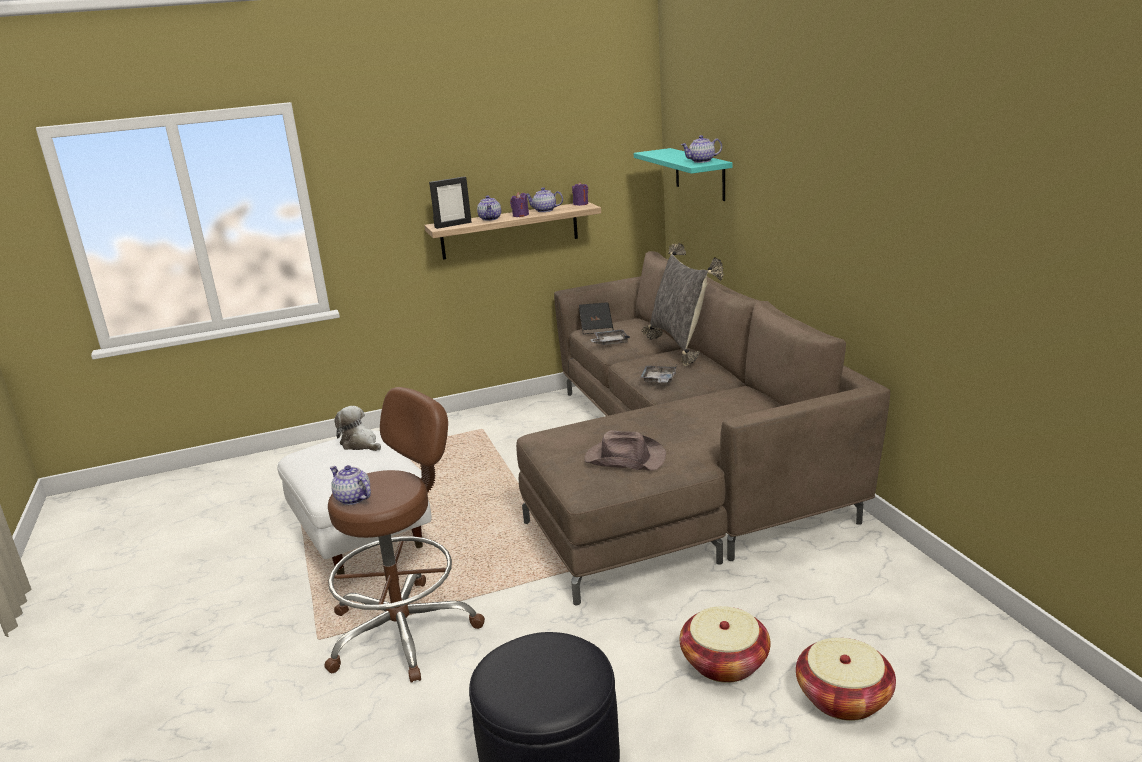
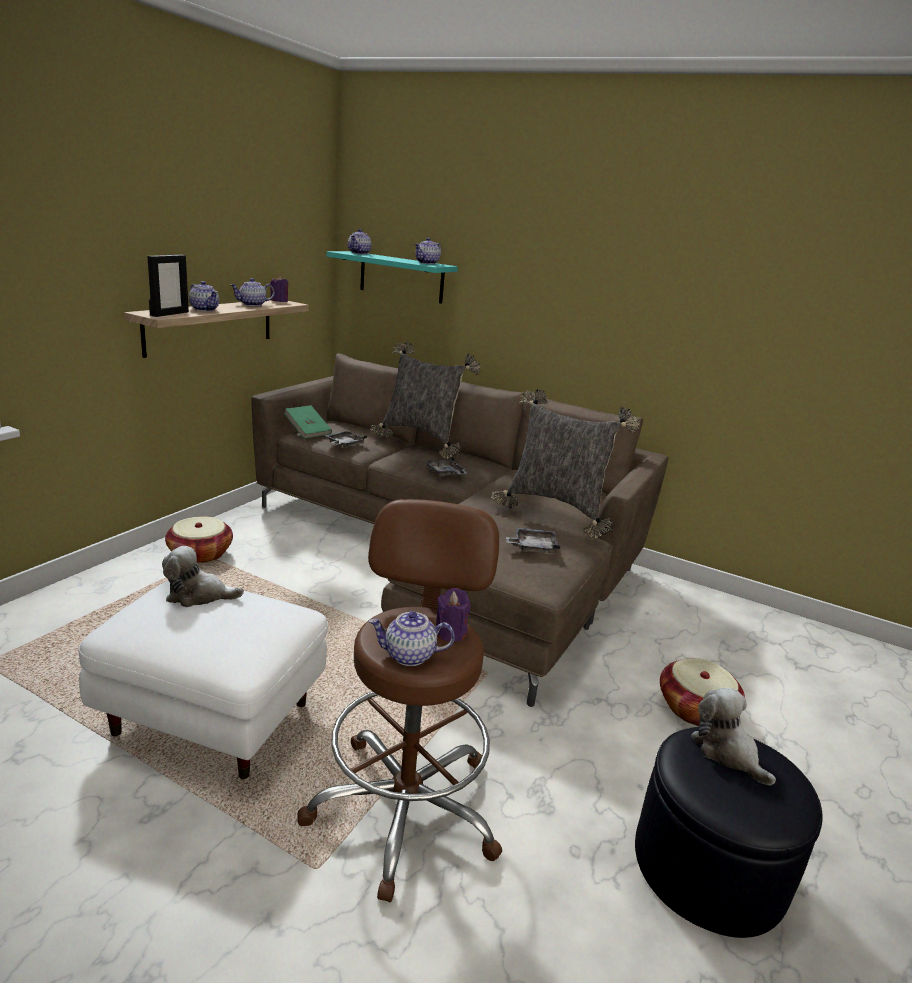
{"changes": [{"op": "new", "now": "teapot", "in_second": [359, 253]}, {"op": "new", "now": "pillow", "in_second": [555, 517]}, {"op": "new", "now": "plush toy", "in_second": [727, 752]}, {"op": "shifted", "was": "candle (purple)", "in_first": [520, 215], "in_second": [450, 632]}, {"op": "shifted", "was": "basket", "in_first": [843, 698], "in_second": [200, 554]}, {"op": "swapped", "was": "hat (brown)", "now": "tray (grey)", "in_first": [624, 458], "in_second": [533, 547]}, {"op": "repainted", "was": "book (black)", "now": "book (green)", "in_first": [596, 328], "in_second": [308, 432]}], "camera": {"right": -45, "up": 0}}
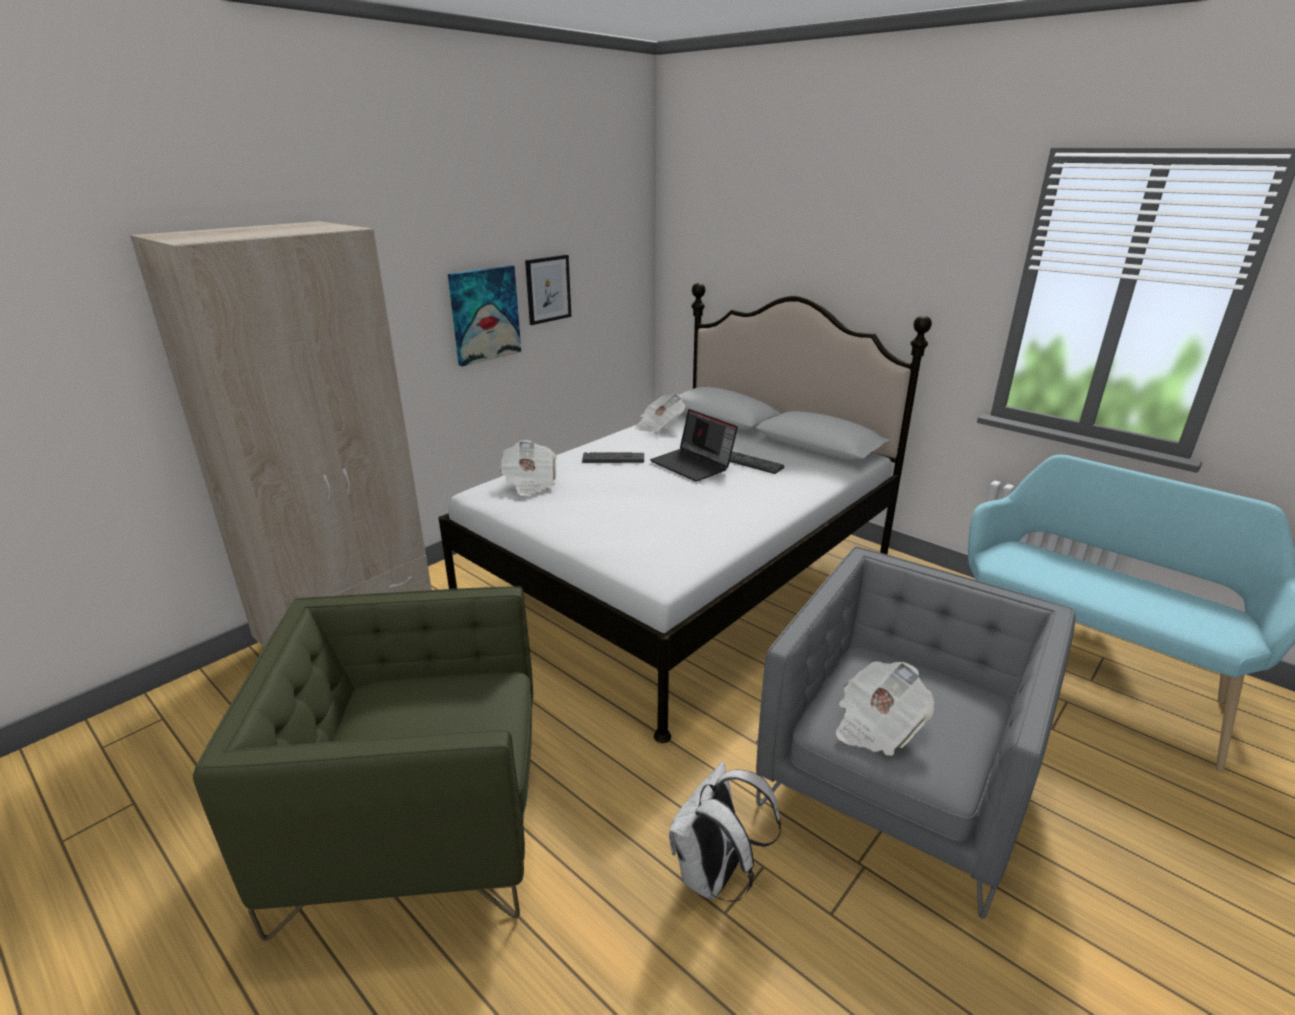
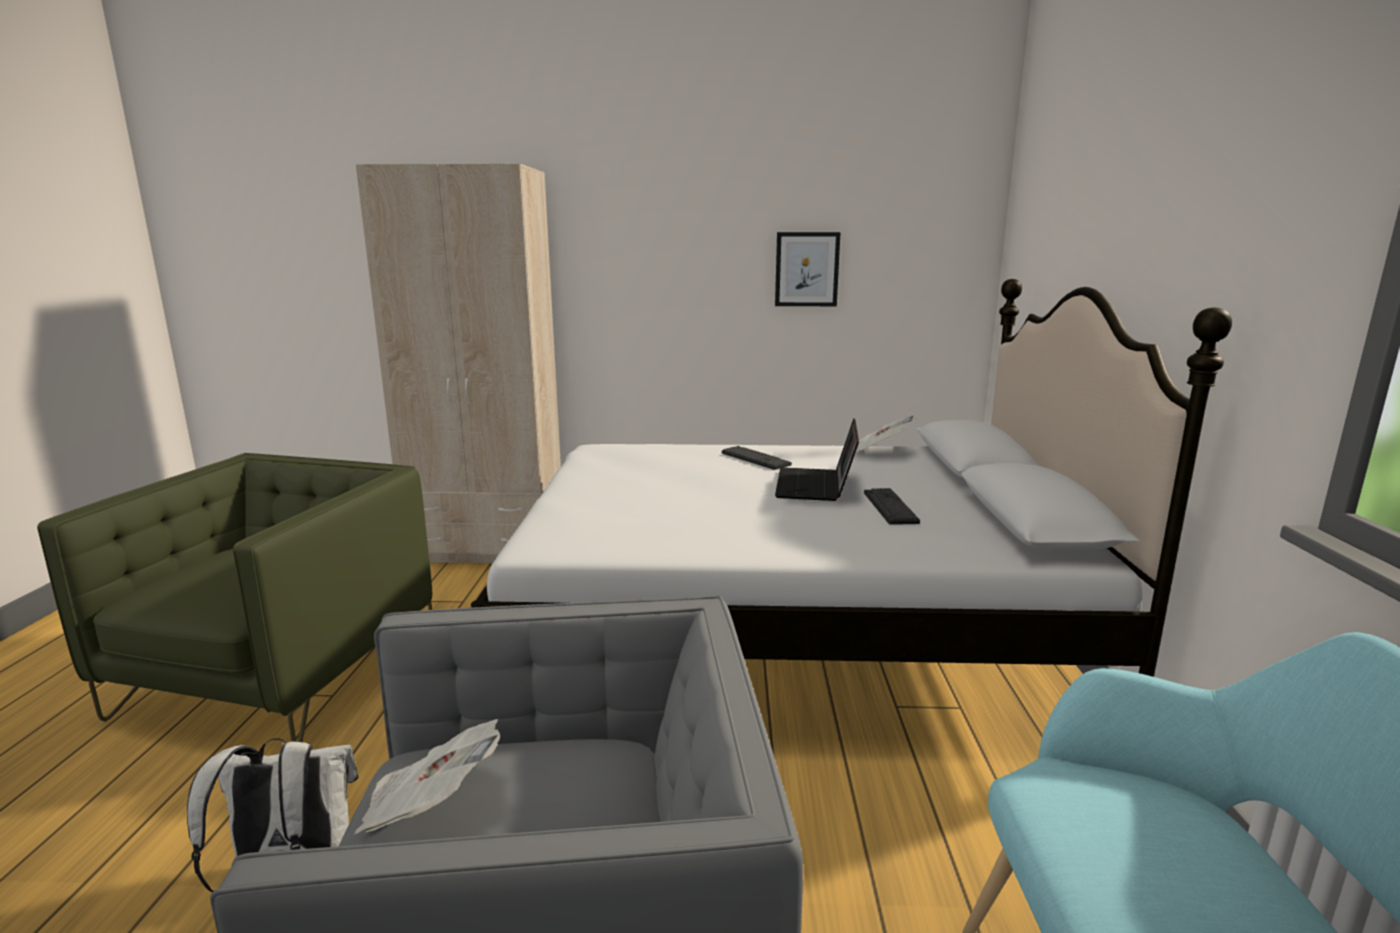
{"changes": [{"op": "gone", "was": "picture", "in_first": [484, 314]}, {"op": "gone", "was": "newspaper", "in_first": [530, 483]}, {"op": "rotated", "was": "armchair (green)", "in_first": [418, 825], "in_second": [282, 678], "clockwise": 60}], "camera": {"right": 50, "up": -10}}
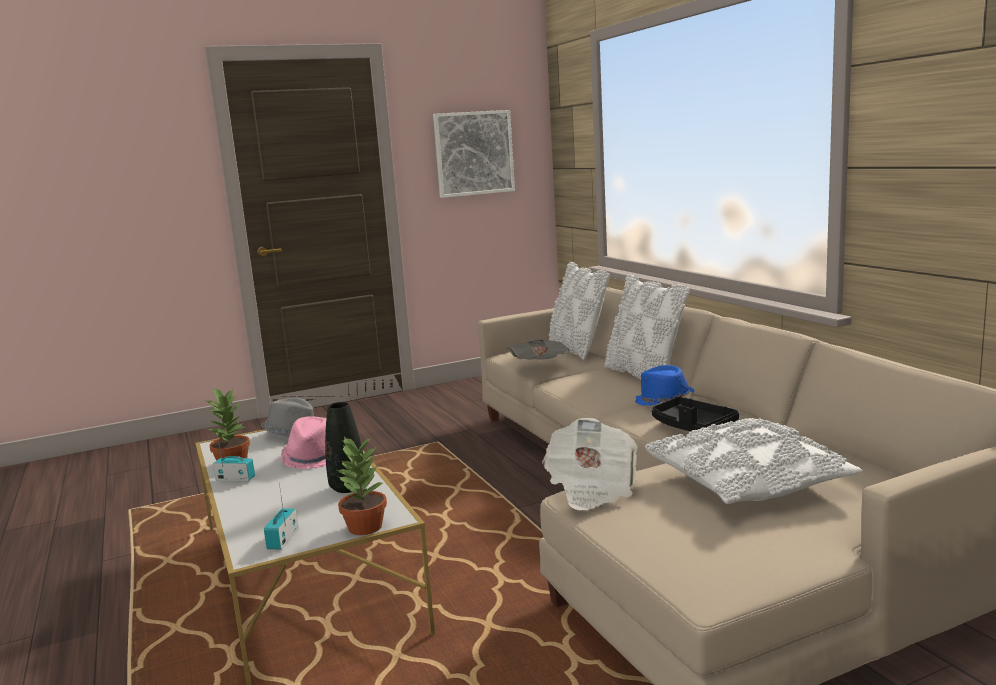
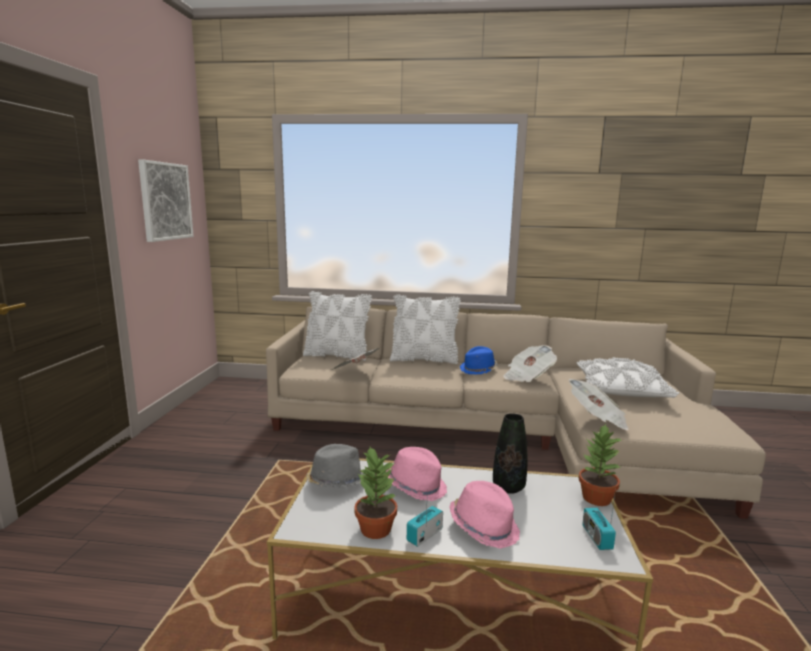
{"changes": [{"op": "new", "now": "hat (pink)", "in_second": [484, 527]}, {"op": "swapped", "was": "tray (black)", "now": "newspaper", "in_first": [692, 426], "in_second": [527, 376]}, {"op": "rotated", "was": "radio", "in_first": [283, 540], "in_second": [597, 537], "clockwise": 45}], "camera": {"right": -60, "up": 0}}
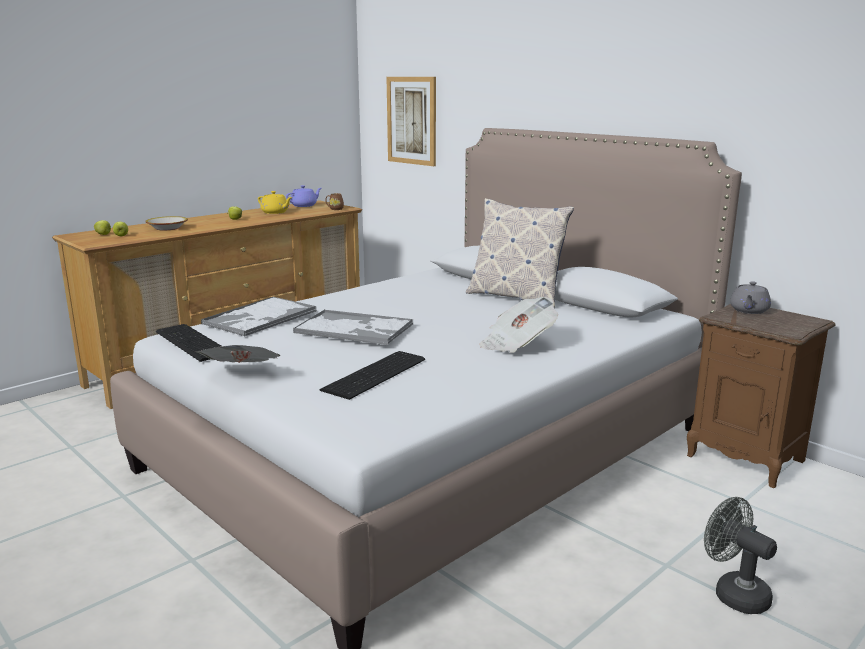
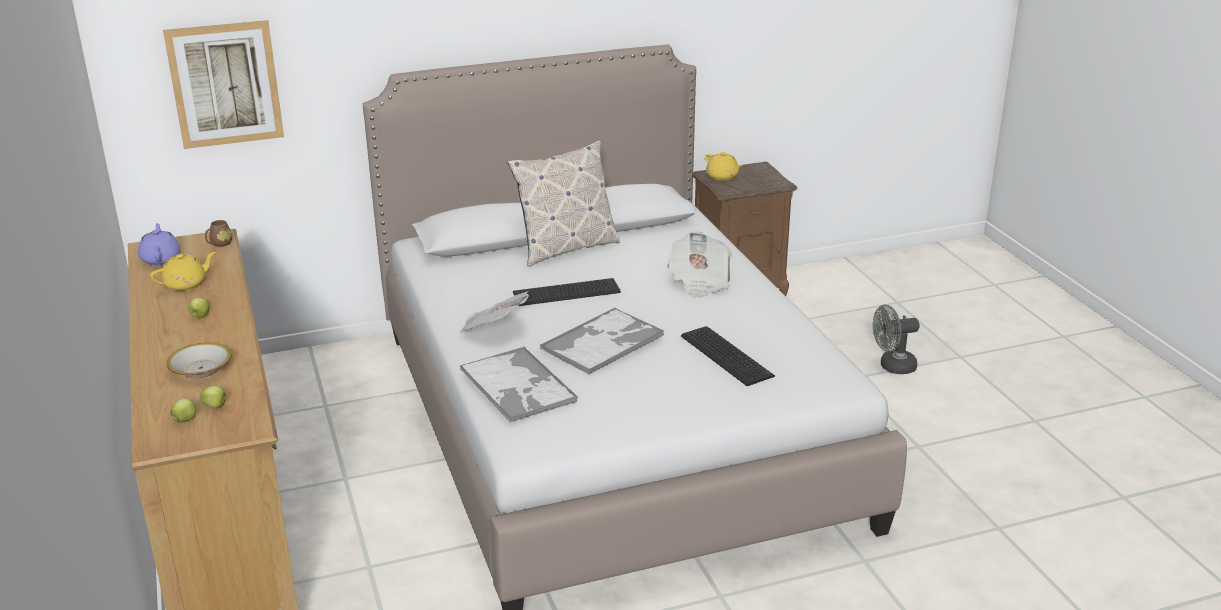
{"changes": [{"op": "shifted", "was": "keyboard", "in_first": [191, 343], "in_second": [568, 293]}, {"op": "shifted", "was": "newspaper", "in_first": [242, 376], "in_second": [494, 328]}, {"op": "repainted", "was": "teapot (grey)", "now": "teapot (yellow)", "in_first": [749, 311], "in_second": [722, 177]}], "camera": {"right": -65, "up": 10}}
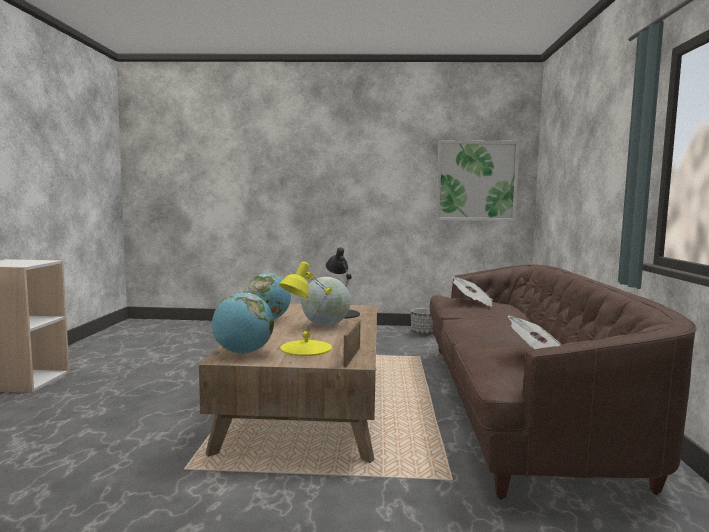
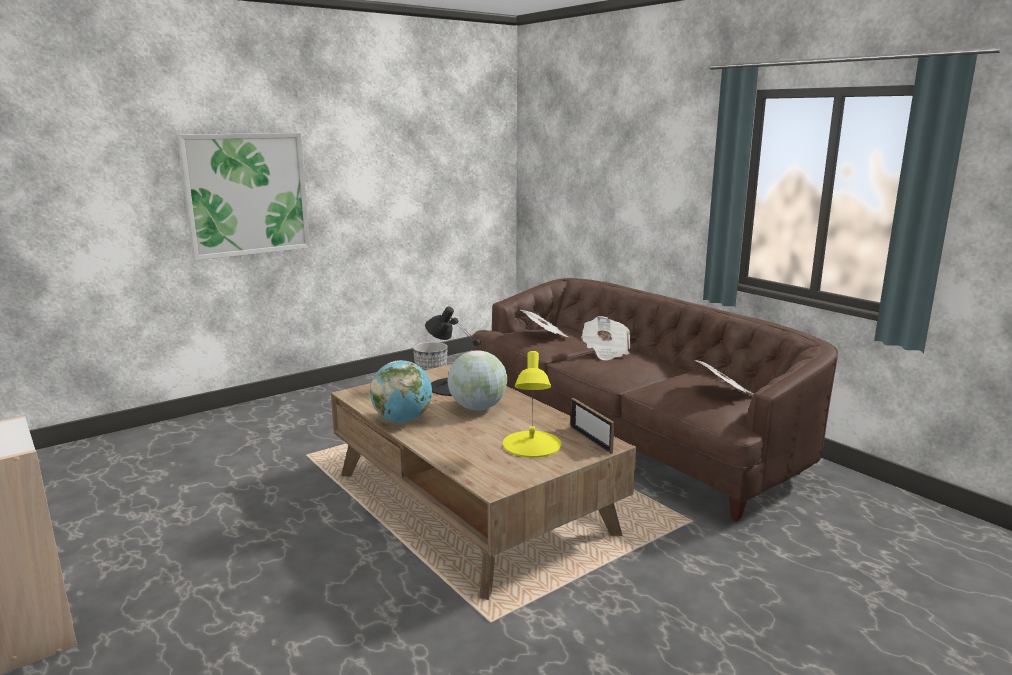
{"changes": [{"op": "gone", "was": "globe", "in_first": [243, 353]}, {"op": "new", "now": "newspaper", "in_second": [605, 352]}, {"op": "shifted", "was": "picture", "in_first": [476, 181], "in_second": [247, 194]}], "camera": {"right": -40, "up": 10}}
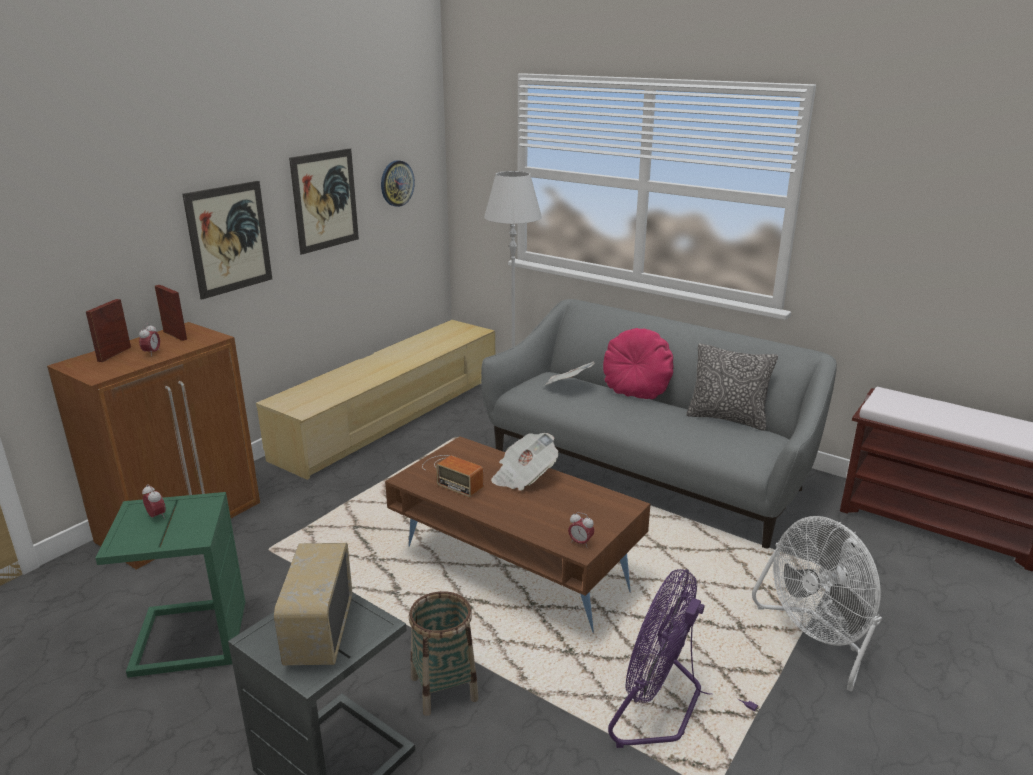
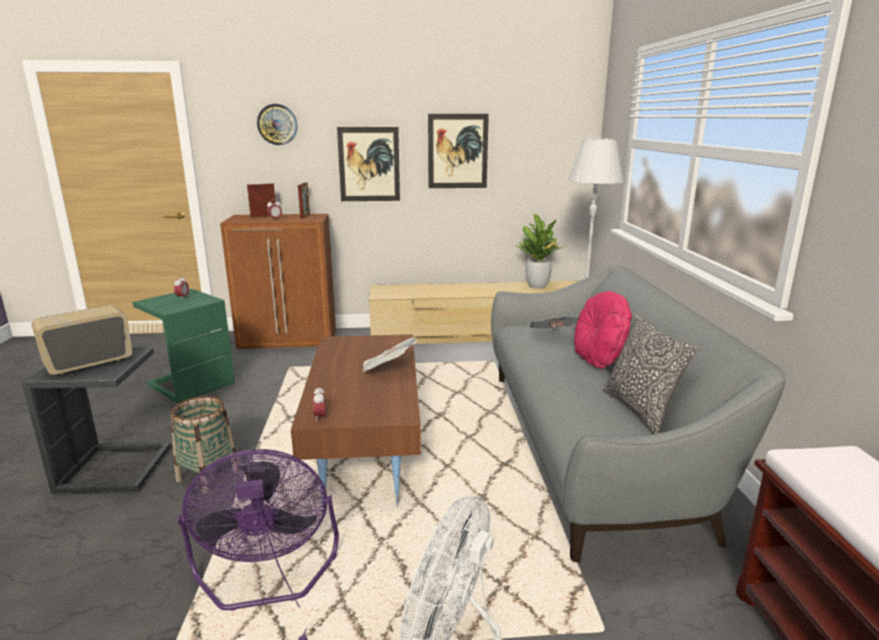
{"changes": [{"op": "gone", "was": "radio", "in_first": [452, 474]}, {"op": "new", "now": "potted plant", "in_second": [537, 286]}, {"op": "shifted", "was": "wall clock", "in_first": [396, 183], "in_second": [277, 124]}], "camera": {"right": 50, "up": -5}}
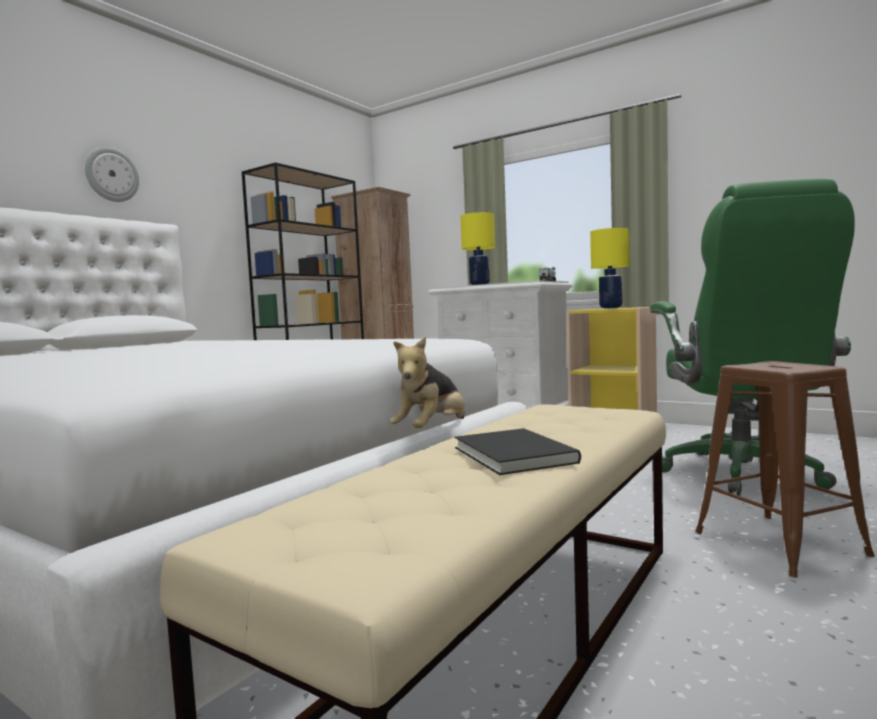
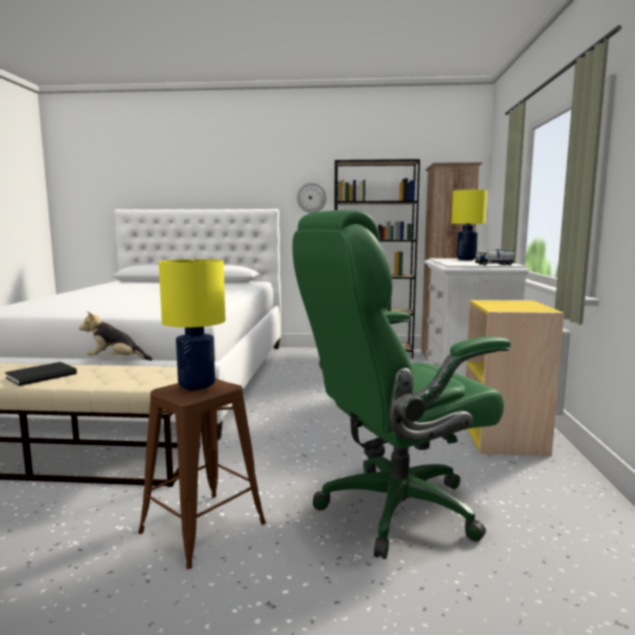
{"changes": [{"op": "shifted", "was": "wall clock", "in_first": [111, 175], "in_second": [311, 197]}, {"op": "shifted", "was": "table lamp (yellow)", "in_first": [611, 308], "in_second": [196, 387]}], "camera": {"right": 60, "up": 5}}
